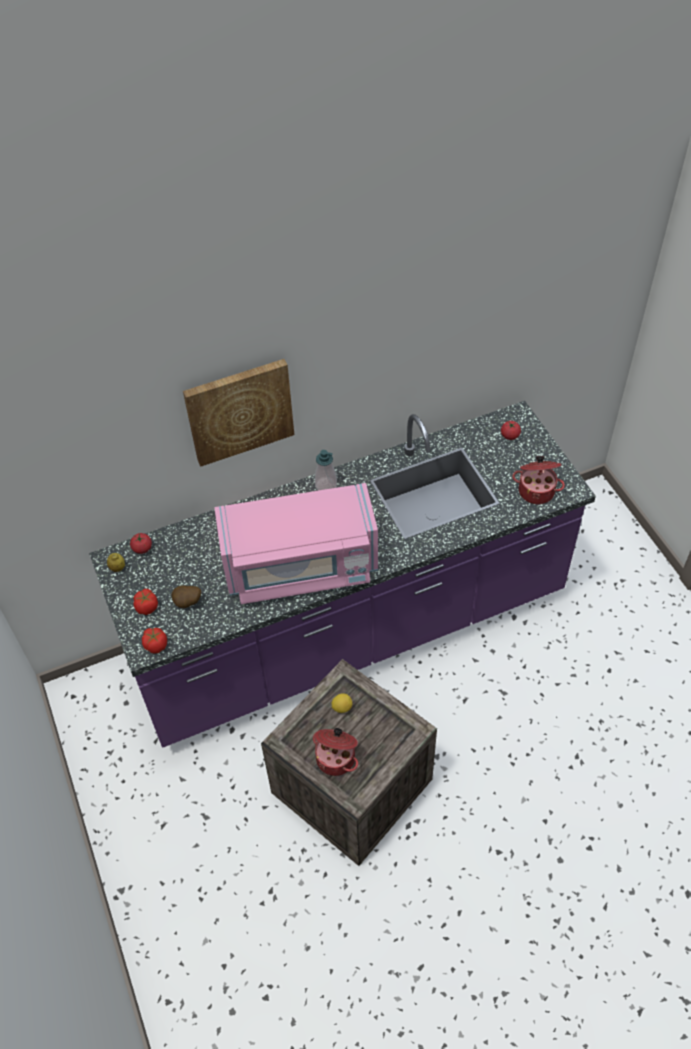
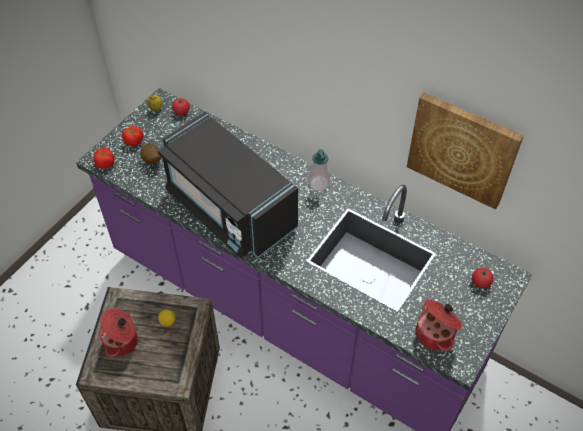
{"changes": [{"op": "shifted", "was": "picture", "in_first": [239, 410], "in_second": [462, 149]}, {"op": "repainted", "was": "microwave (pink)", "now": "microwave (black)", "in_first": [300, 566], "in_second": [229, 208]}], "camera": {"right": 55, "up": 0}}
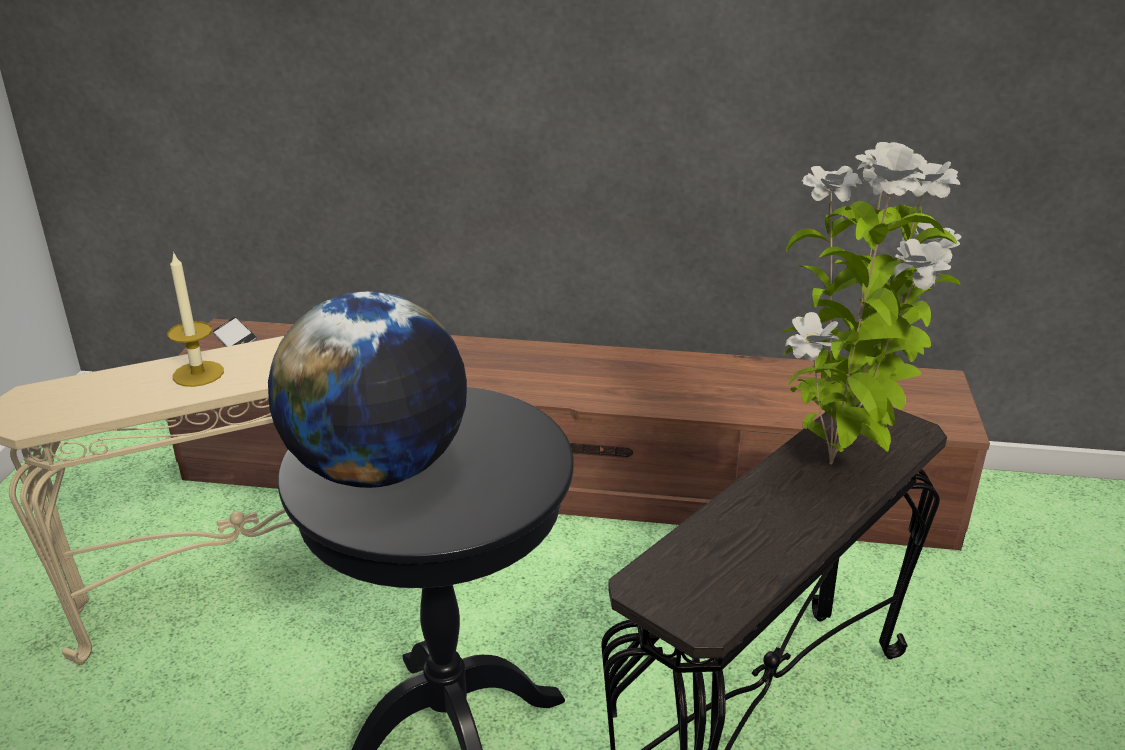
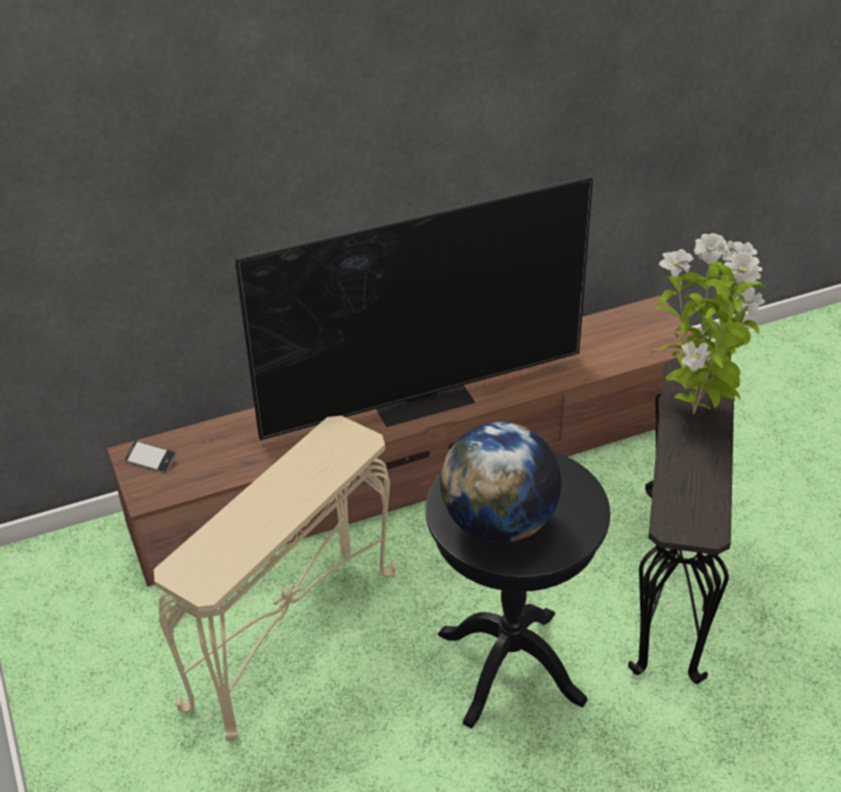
{"changes": [{"op": "gone", "was": "candle", "in_first": [198, 374]}, {"op": "new", "now": "television", "in_second": [423, 398]}], "camera": {"right": -30, "up": 10}}
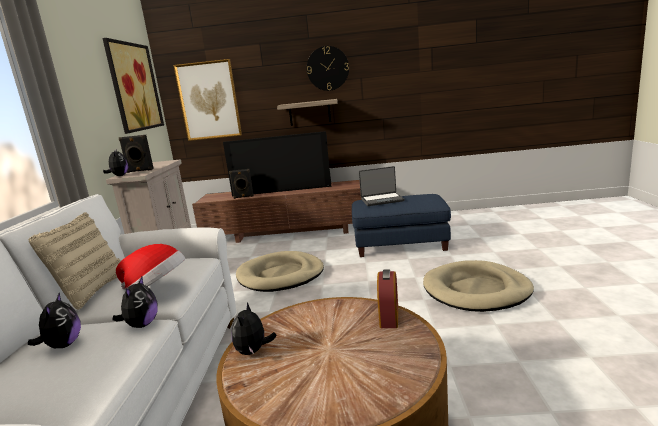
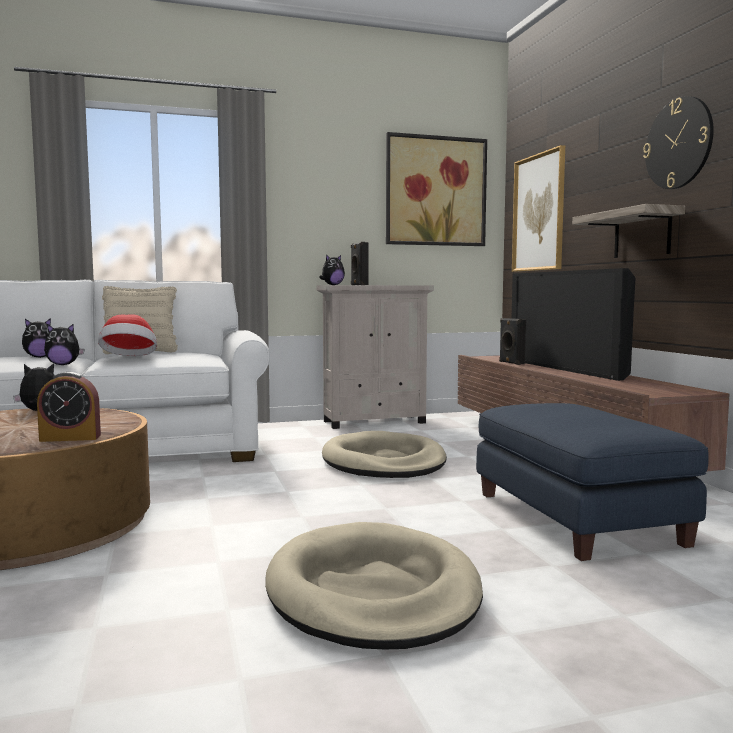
{"changes": [{"op": "gone", "was": "laptop", "in_first": [382, 200]}], "camera": {"right": 70, "up": -10}}
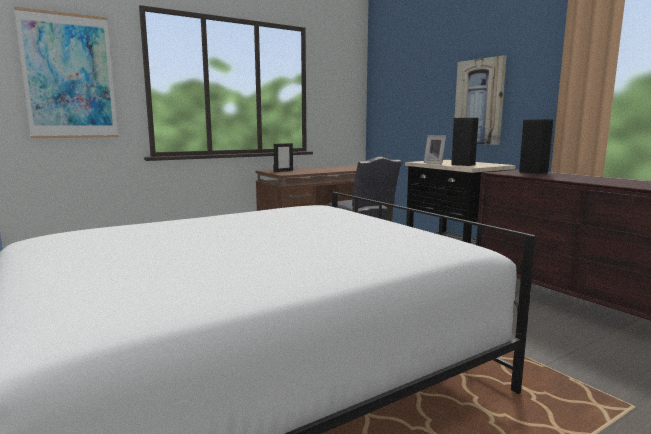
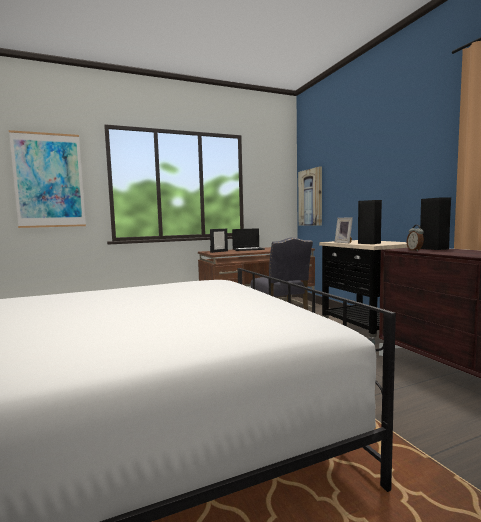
{"changes": [{"op": "new", "now": "laptop", "in_second": [248, 249]}, {"op": "new", "now": "alarm clock", "in_second": [415, 250]}, {"op": "shifted", "was": "picture", "in_first": [479, 102], "in_second": [310, 197]}], "camera": {"right": 10, "up": -5}}
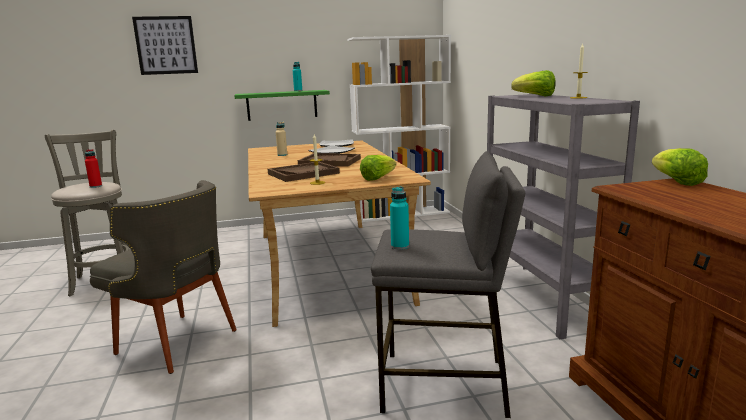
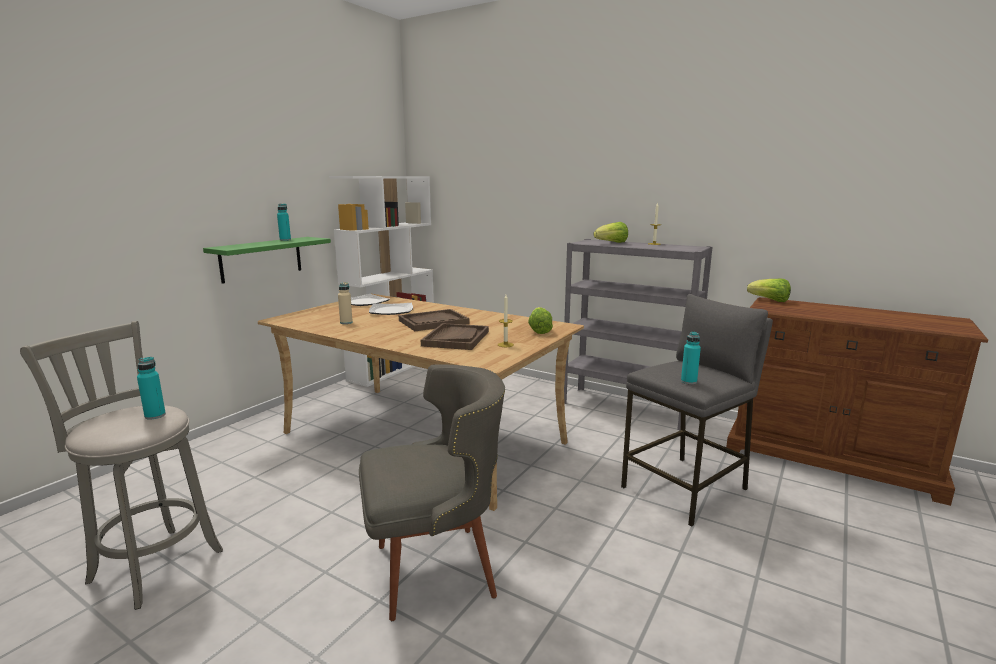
{"changes": [{"op": "gone", "was": "picture", "in_first": [166, 45]}, {"op": "repainted", "was": "bottle (red)", "now": "bottle (turquoise)", "in_first": [96, 186], "in_second": [155, 415]}], "camera": {"right": -45, "up": 0}}
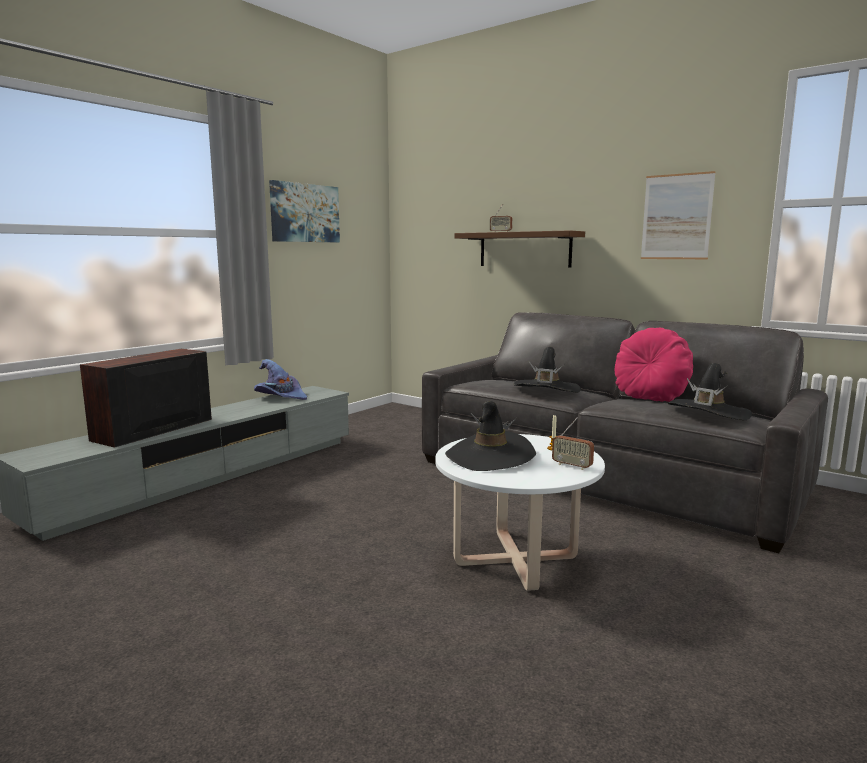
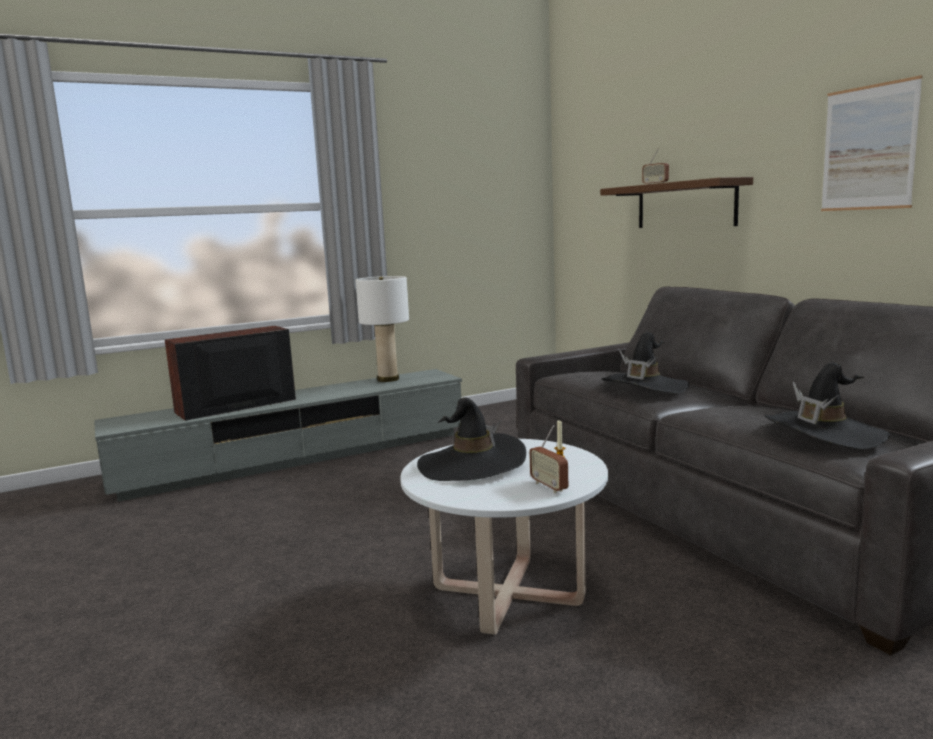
{"changes": [{"op": "gone", "was": "picture", "in_first": [304, 213]}, {"op": "gone", "was": "pillow (pink)", "in_first": [650, 399]}, {"op": "swapped", "was": "hat (purple)", "now": "table lamp (white)", "in_first": [280, 396], "in_second": [388, 379]}], "camera": {"right": 25, "up": 0}}
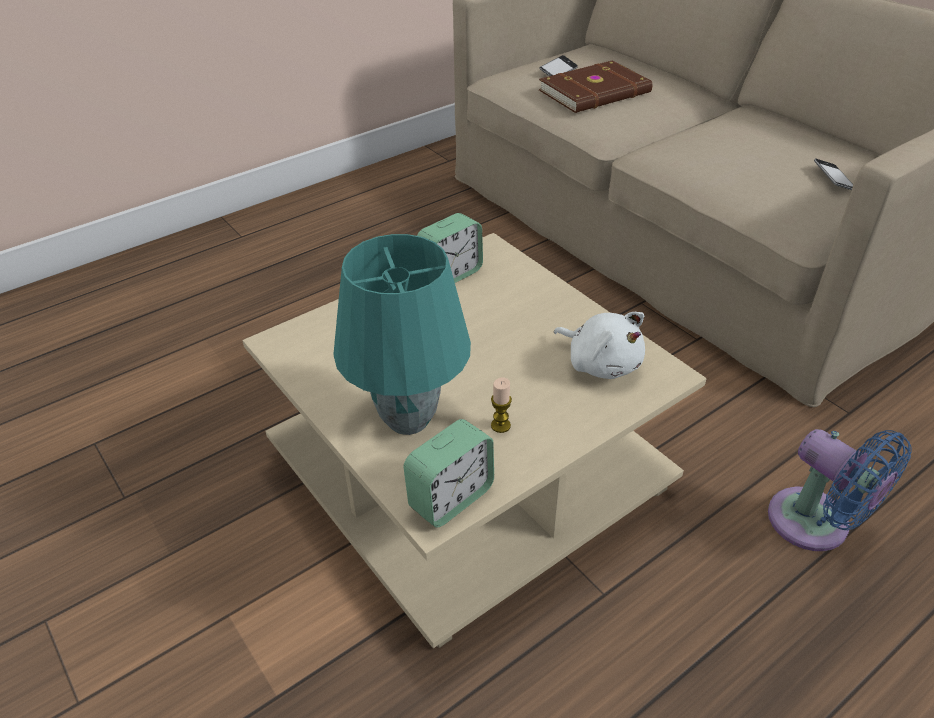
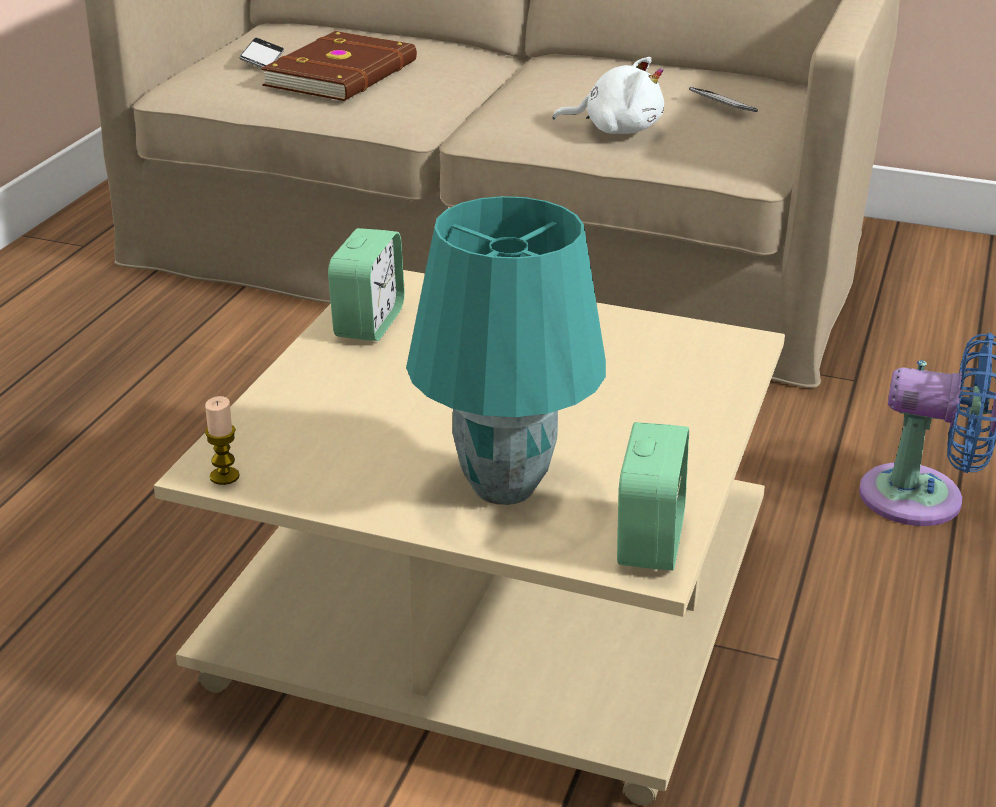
{"changes": [{"op": "shifted", "was": "candle", "in_first": [500, 425], "in_second": [224, 476]}, {"op": "shifted", "was": "plush toy (white)", "in_first": [601, 363], "in_second": [616, 129]}], "camera": {"right": -35, "up": -10}}
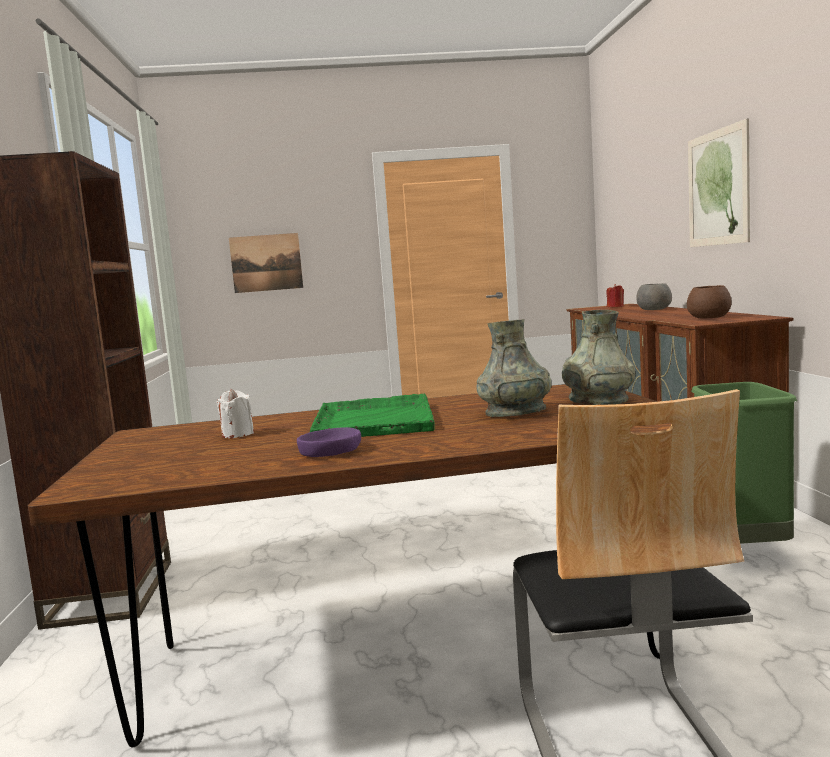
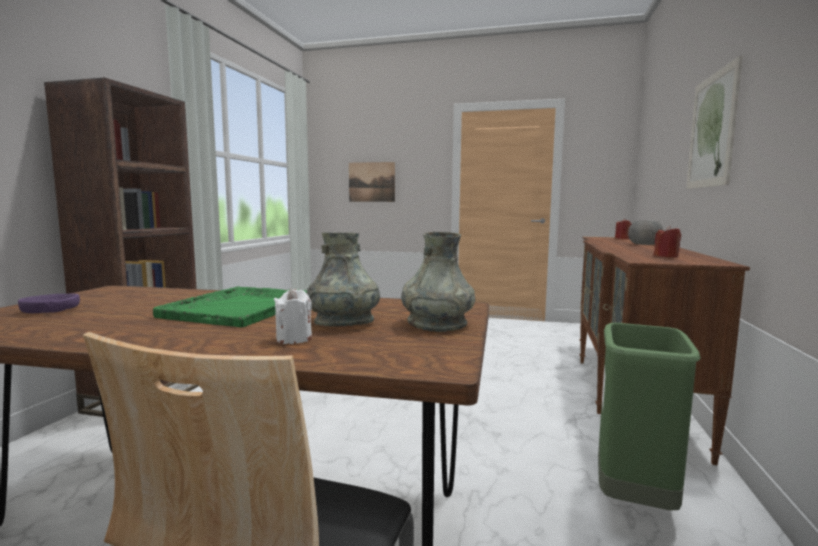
{"changes": [{"op": "shifted", "was": "candle (white)", "in_first": [238, 434], "in_second": [294, 339]}, {"op": "shifted", "was": "bowl (purple)", "in_first": [330, 451], "in_second": [51, 310]}, {"op": "swapped", "was": "bowl (brown)", "now": "candle (red)", "in_first": [709, 317], "in_second": [666, 256]}], "camera": {"right": 20, "up": 0}}
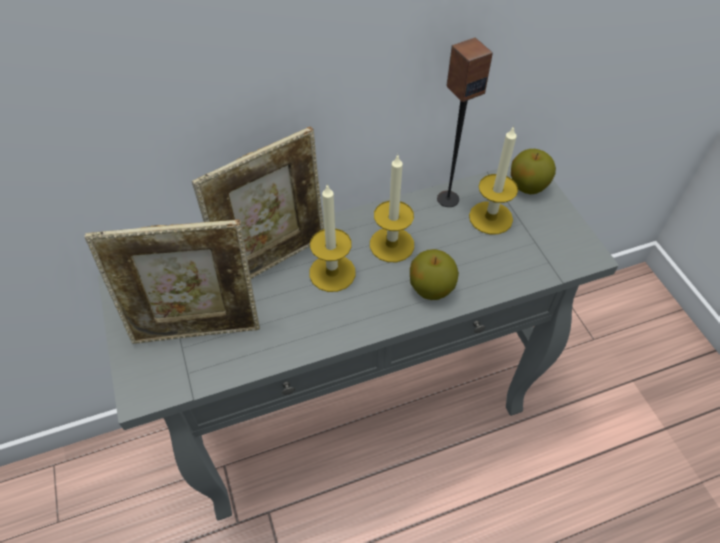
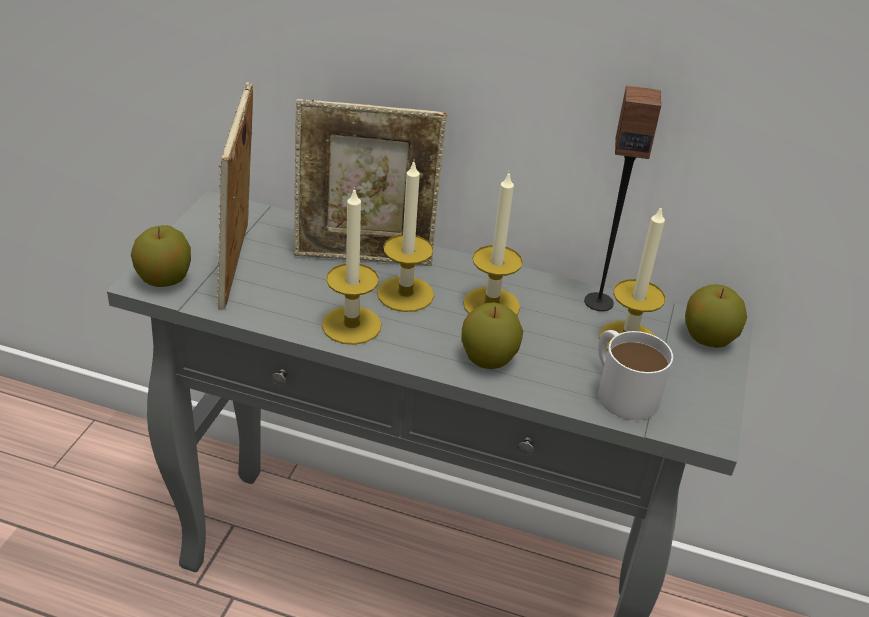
{"changes": [{"op": "new", "now": "apple", "in_second": [164, 279]}, {"op": "new", "now": "candle", "in_second": [351, 325]}, {"op": "new", "now": "mug (white)", "in_second": [621, 389]}, {"op": "rotated", "was": "picture frame", "in_first": [198, 329], "in_second": [239, 267], "clockwise": 60}], "camera": {"right": 35, "up": -15}}
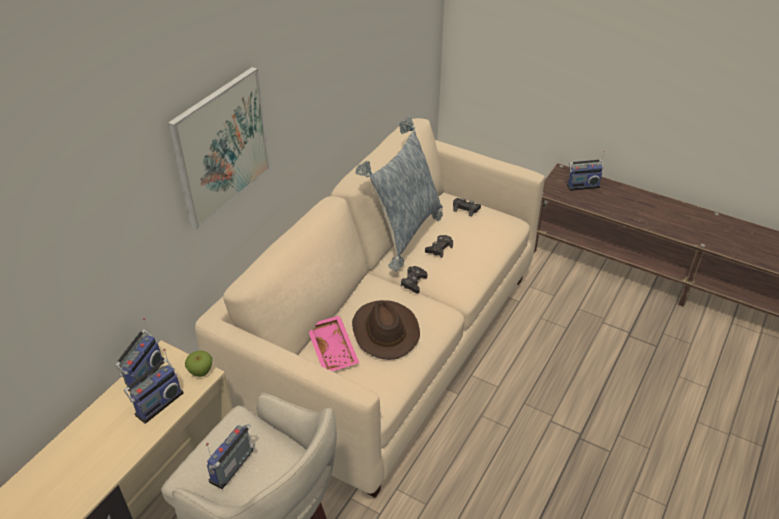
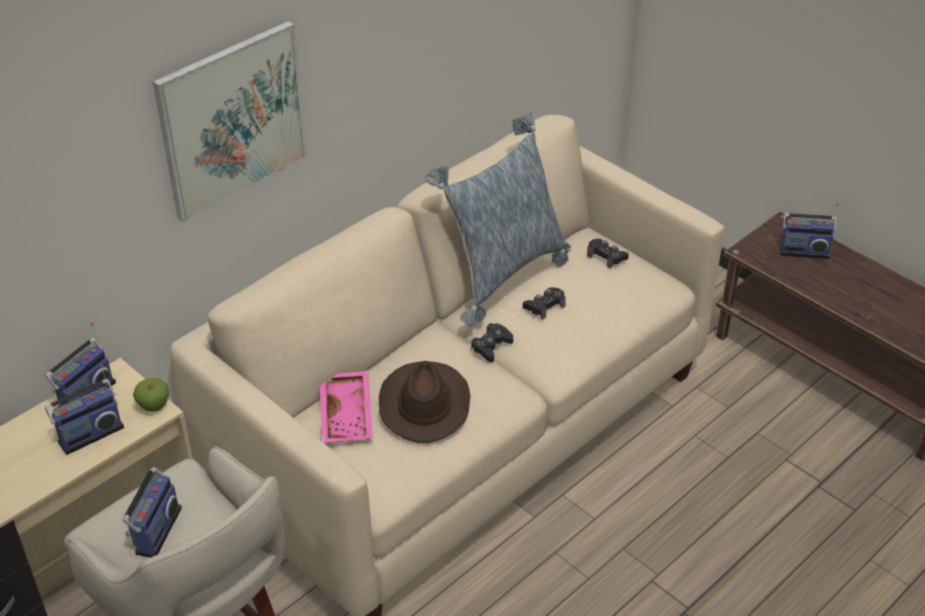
{"changes": [{"op": "rotated", "was": "radio", "in_first": [234, 467], "in_second": [155, 530], "clockwise": 150}], "camera": {"right": 15, "up": 0}}
